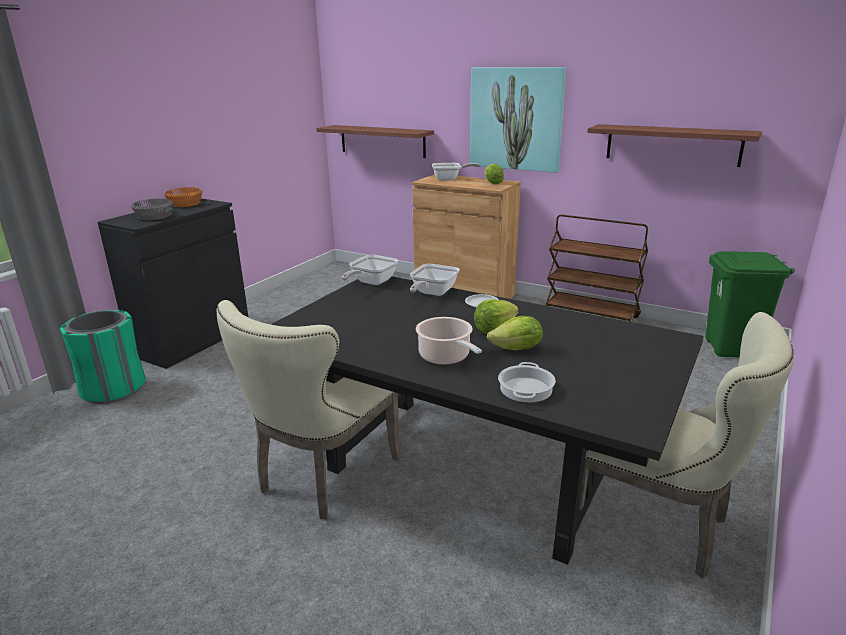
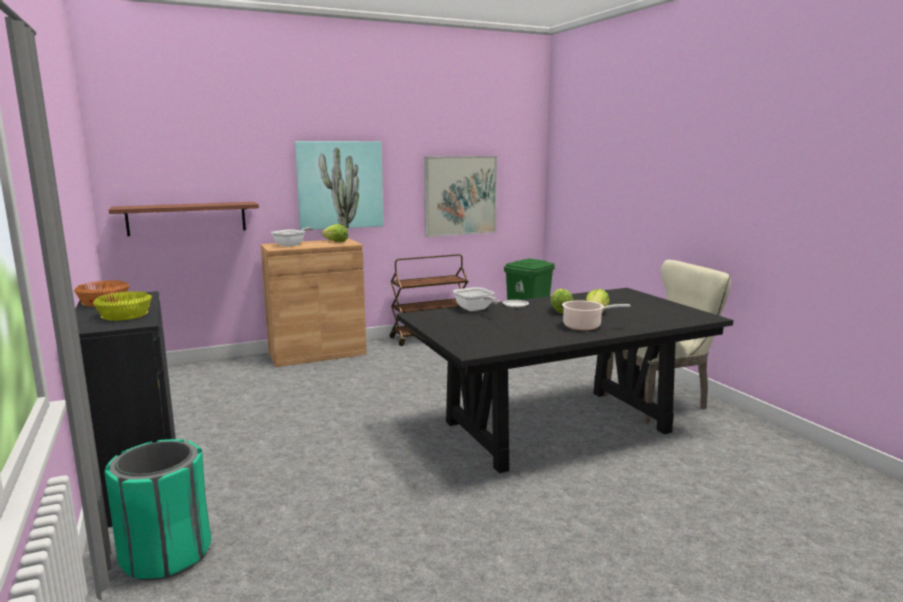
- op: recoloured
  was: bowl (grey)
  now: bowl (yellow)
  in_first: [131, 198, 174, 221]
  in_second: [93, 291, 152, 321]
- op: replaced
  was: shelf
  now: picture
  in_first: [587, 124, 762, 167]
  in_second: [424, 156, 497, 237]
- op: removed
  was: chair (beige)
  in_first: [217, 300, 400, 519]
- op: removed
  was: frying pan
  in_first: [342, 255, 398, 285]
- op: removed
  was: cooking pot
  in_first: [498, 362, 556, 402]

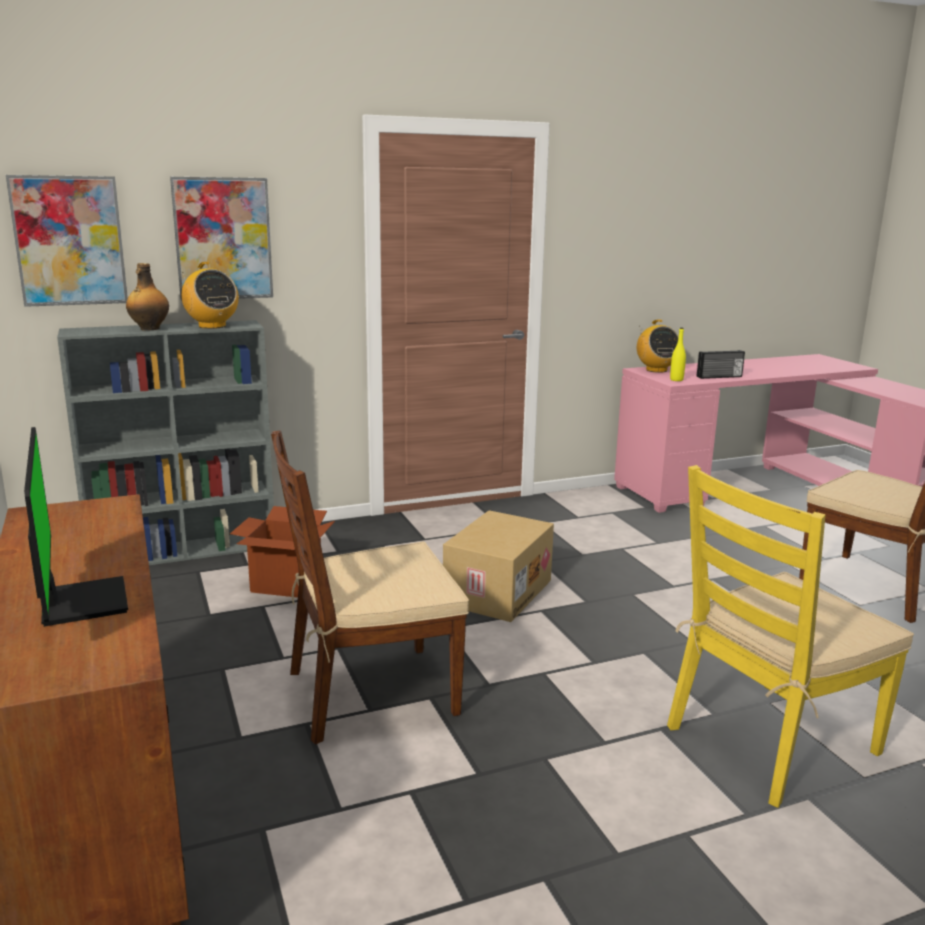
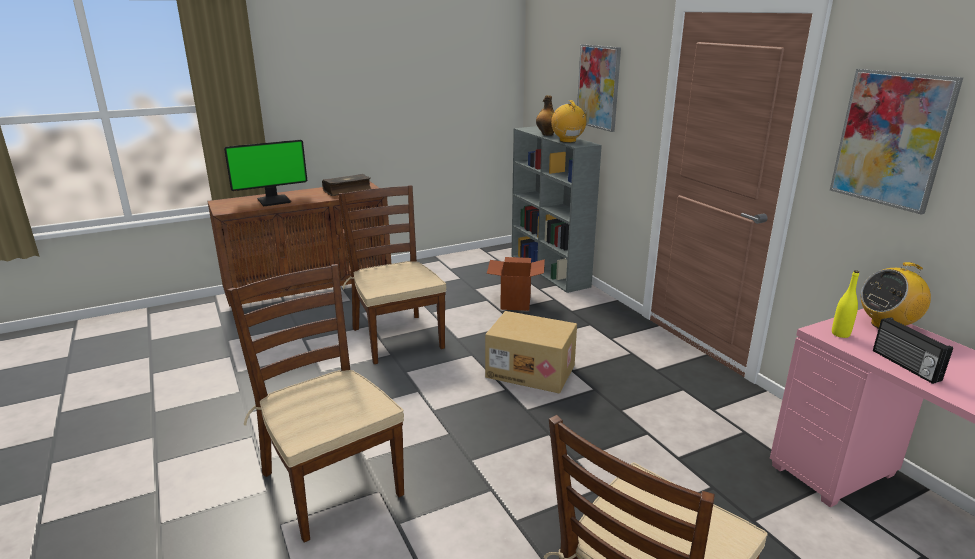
- op: recoloured
  was: chair (yellow)
  now: chair (brown)
  in_first: [667, 465, 914, 808]
  in_second: [227, 264, 404, 543]
- op: added
  now: book
  in_second: [322, 174, 371, 196]
- op: turned
  was: radio
  in_first: [181, 262, 239, 329]
  in_second: [551, 100, 586, 143]
  clockwise: 120
- op: moved
  was: picture
  in_first: [6, 175, 128, 307]
  in_second: [830, 69, 963, 215]

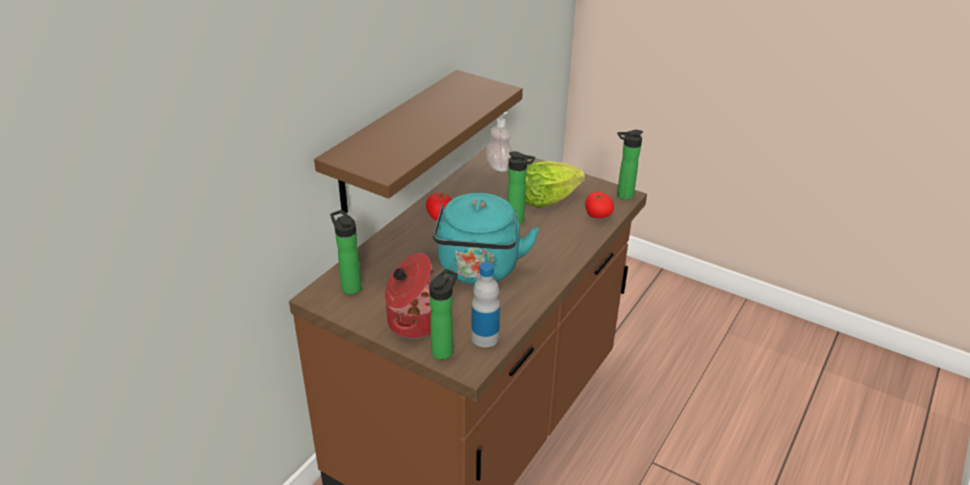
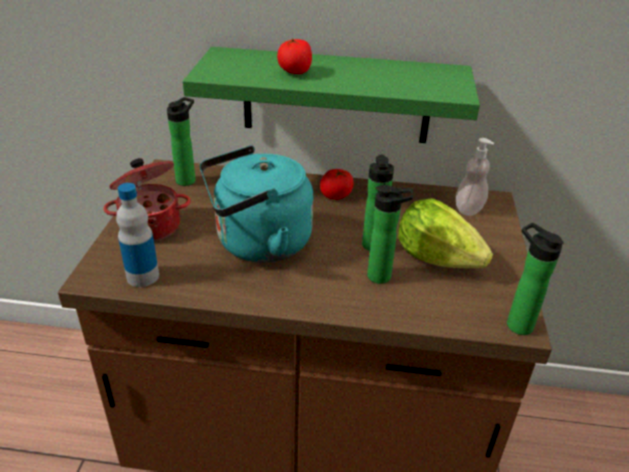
- op: recoloured
  was: shelf (brown)
  now: shelf (green)
  in_first: [314, 70, 523, 213]
  in_second: [183, 47, 480, 143]
- op: moved
  was: tomato
  in_first: [585, 192, 614, 218]
  in_second: [277, 39, 312, 74]
- op: moved
  was: bottle
  in_first: [429, 269, 458, 360]
  in_second: [367, 185, 413, 284]

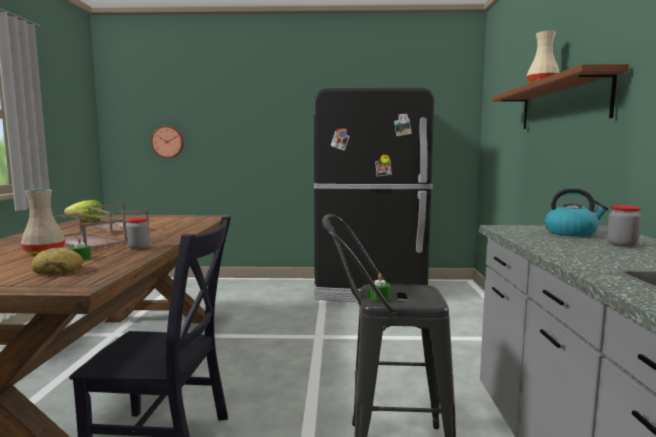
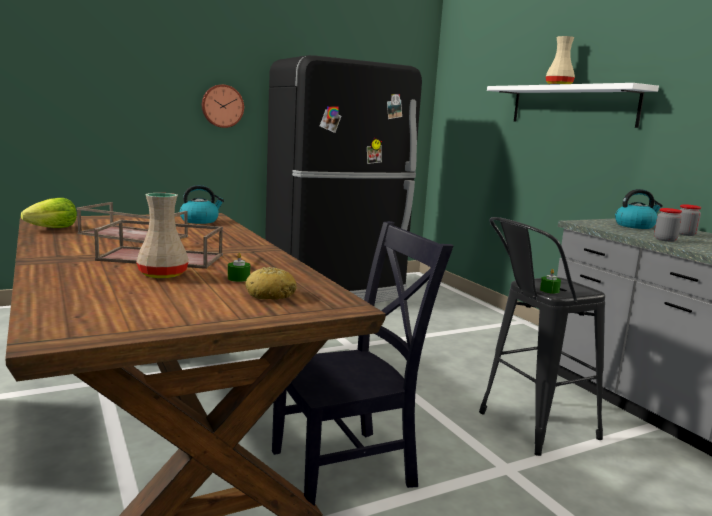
- op: added
  now: kettle
  in_second: [180, 185, 224, 224]
- op: moved
  was: wall clock
  in_first: [151, 126, 184, 158]
  in_second: [202, 85, 244, 128]
- op: recoloured
  was: shelf (brown)
  now: shelf (white)
  in_first: [492, 64, 629, 129]
  in_second: [487, 83, 659, 128]
- op: moved
  was: jar
  in_first: [127, 218, 150, 250]
  in_second: [654, 208, 682, 242]

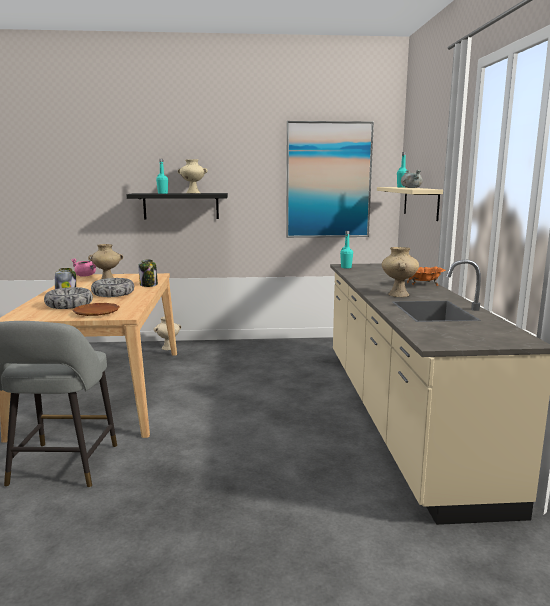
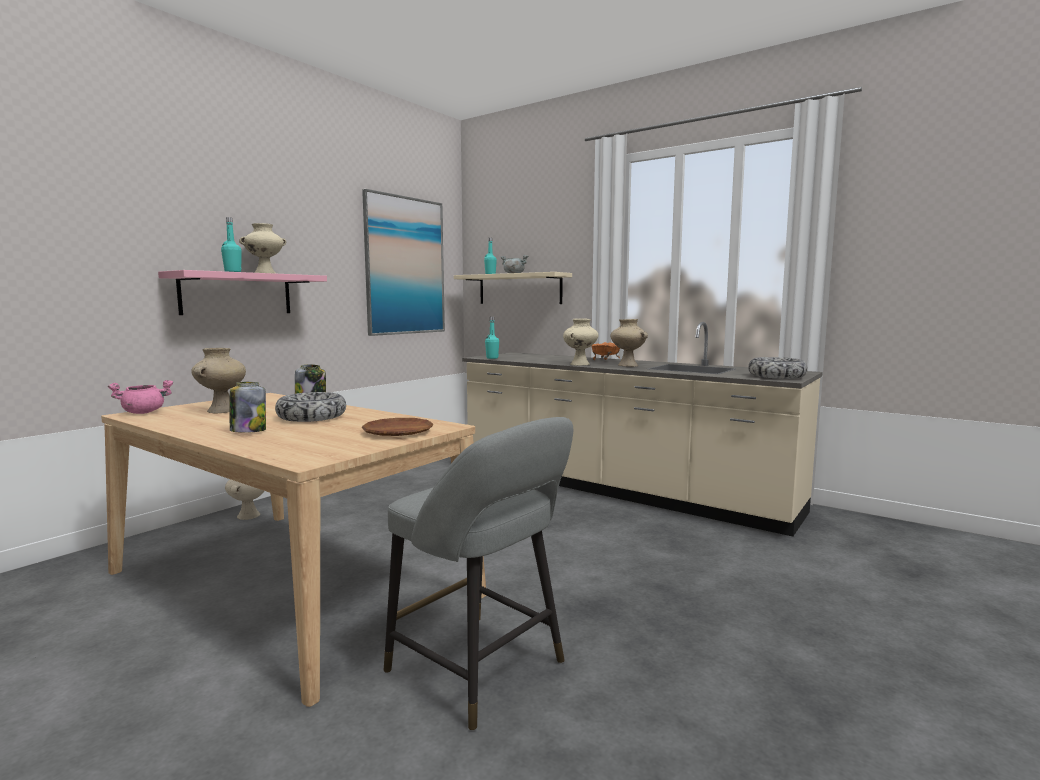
- op: recoloured
  was: shelf (black)
  now: shelf (pink)
  in_first: [127, 193, 228, 219]
  in_second: [158, 270, 327, 315]
- op: added
  now: vase (beige)
  in_second: [563, 318, 598, 366]
- op: moved
  was: bowl
  in_first: [44, 287, 93, 309]
  in_second: [748, 357, 808, 379]

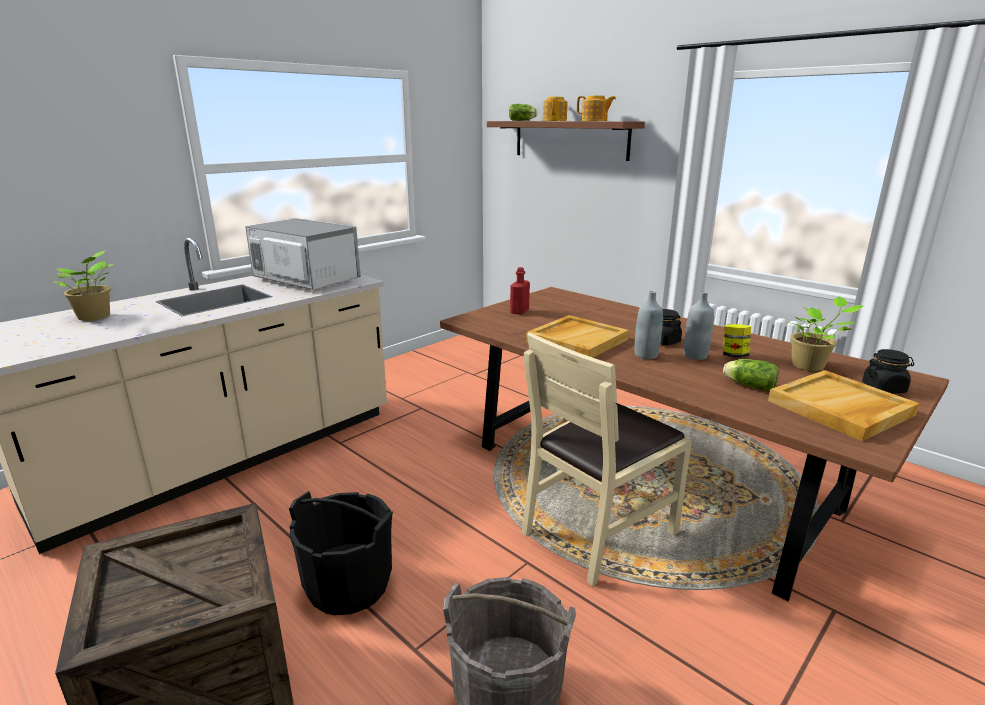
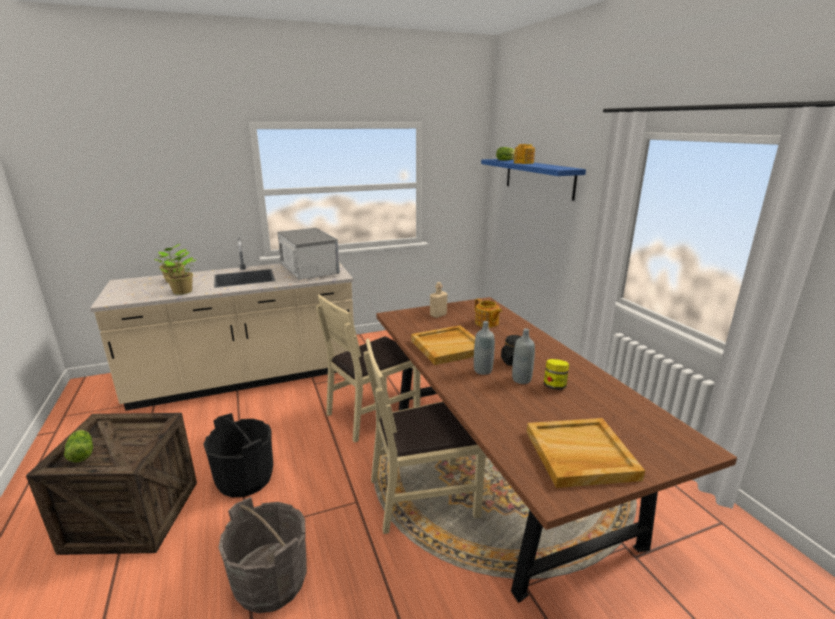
- op: moved
  was: lettuce
  in_first: [723, 359, 779, 391]
  in_second: [64, 430, 93, 463]
- op: moved
  was: potted plant
  in_first: [791, 297, 863, 371]
  in_second: [160, 252, 196, 295]
- op: added
  now: chair (beige)
  in_second: [316, 294, 420, 442]
- op: recoloured
  was: bottle (red)
  now: bottle (beige)
  in_first: [510, 267, 530, 315]
  in_second: [430, 282, 447, 318]
- op: moved
  was: teapot
  in_first: [577, 96, 616, 121]
  in_second: [475, 298, 502, 328]
- op: recoloured
  was: shelf (brown)
  now: shelf (blue)
  in_first: [487, 121, 645, 161]
  in_second: [481, 159, 586, 201]
- op: removed
  was: jar (black)
  in_first: [862, 349, 914, 394]

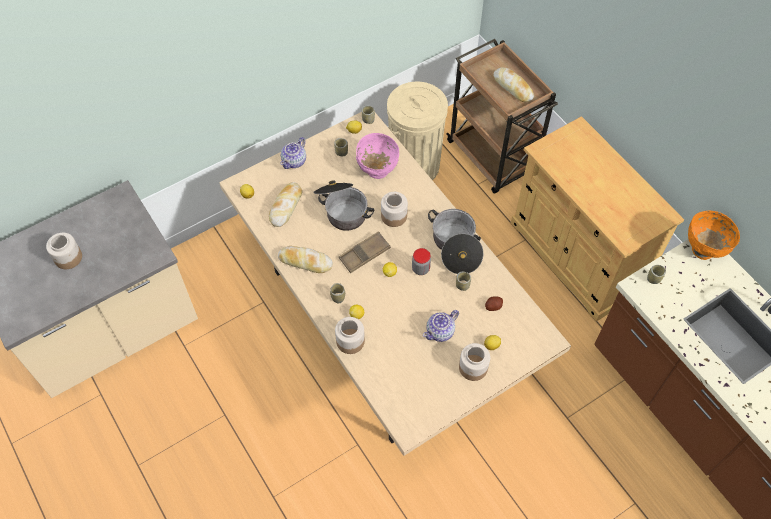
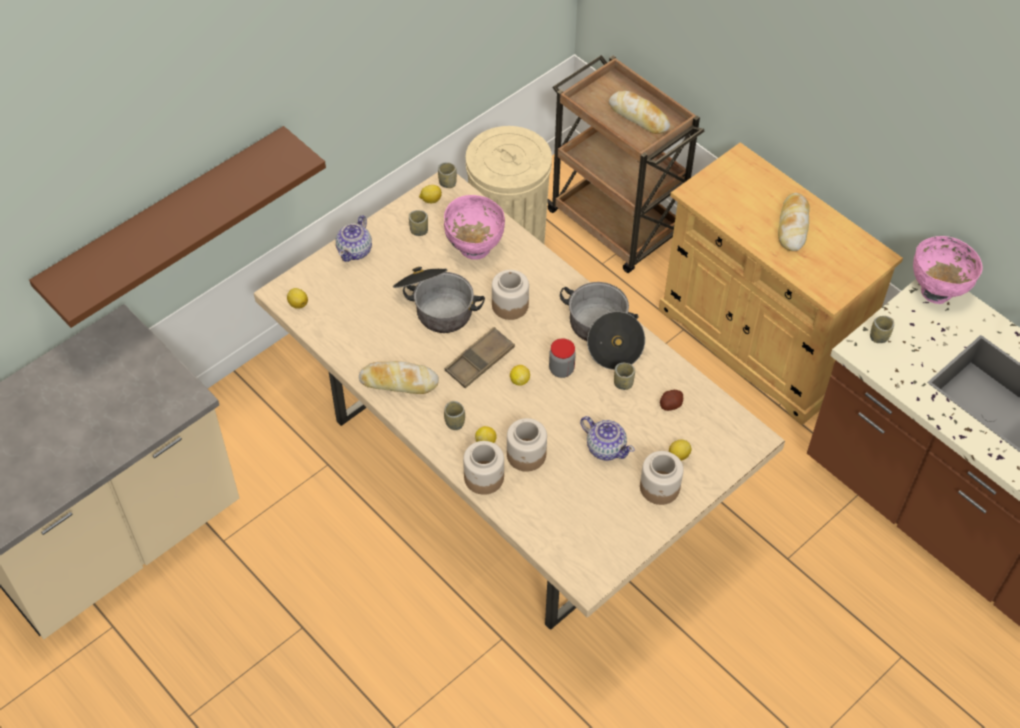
- op: added
  now: shelf (brown)
  in_second: [29, 126, 326, 328]
- op: moved
  was: jar
  in_first: [46, 233, 82, 269]
  in_second: [507, 418, 547, 472]
- op: turned
  was: teapot
  in_first: [423, 310, 459, 342]
  in_second: [580, 416, 634, 460]
  clockwise: -90
- op: moved
  was: bread
  in_first: [269, 182, 302, 227]
  in_second: [778, 193, 810, 251]
- op: recoloured
  was: bowl (orange)
  now: bowl (pink)
  in_first: [688, 211, 740, 260]
  in_second: [913, 236, 982, 304]

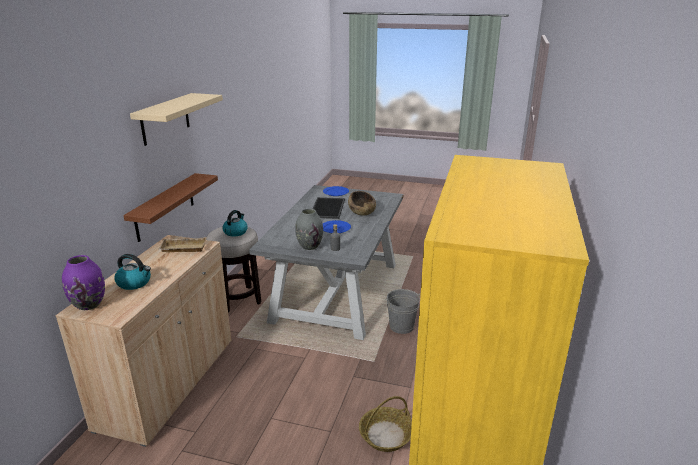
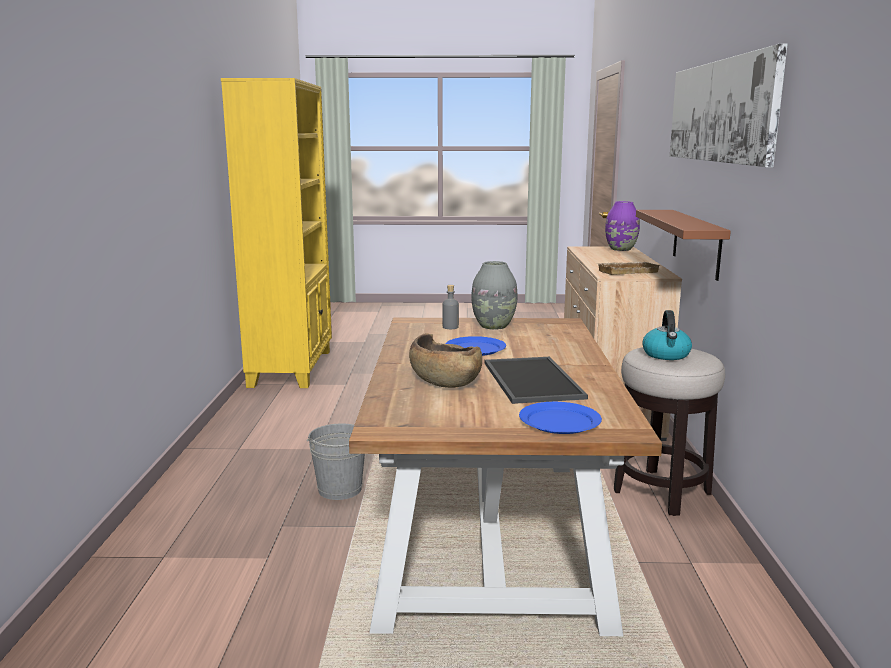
- op: recoloured
  was: dining table (grey)
  now: dining table (brown)
  in_first: [249, 185, 403, 340]
  in_second: [349, 318, 662, 636]
- op: replaced
  was: shelf (beige)
  now: picture
  in_first: [130, 93, 223, 146]
  in_second: [670, 44, 788, 167]
- op: removed
  was: kettle
  in_first: [114, 254, 151, 290]
- op: removed
  was: basket
  in_first: [359, 396, 412, 452]

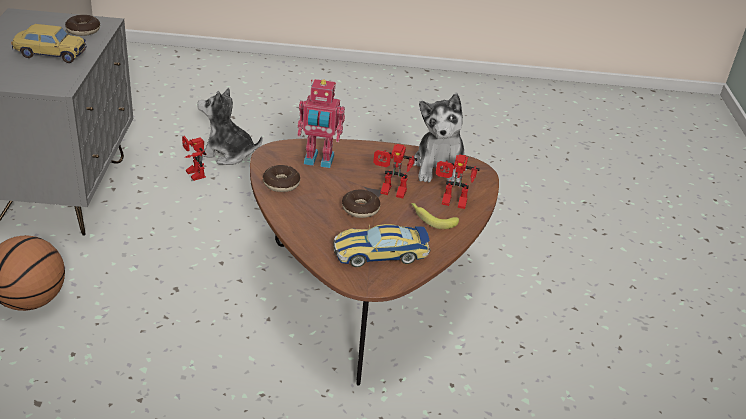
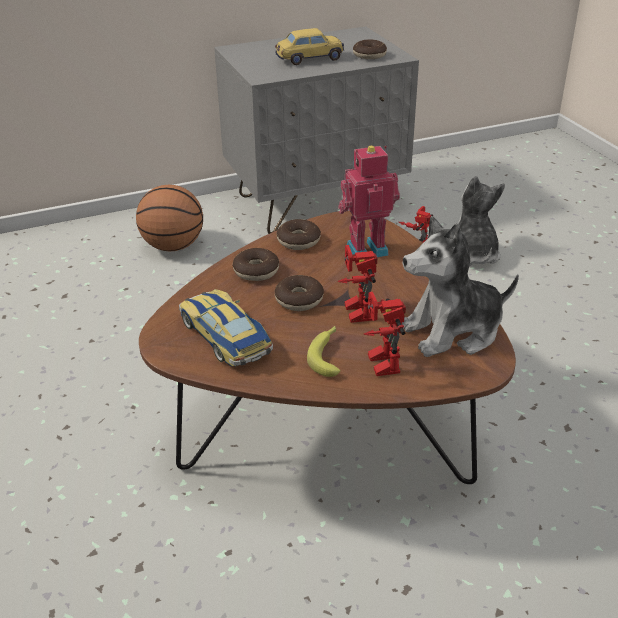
- op: added
  now: donut
  in_second: [232, 248, 279, 281]
- op: turned
  was: toy car
  in_first: [11, 24, 86, 63]
  in_second: [275, 28, 344, 65]
  clockwise: -90
- op: turned
  was: toy robot
  in_first: [298, 79, 345, 168]
  in_second: [338, 146, 400, 257]
  clockwise: 90

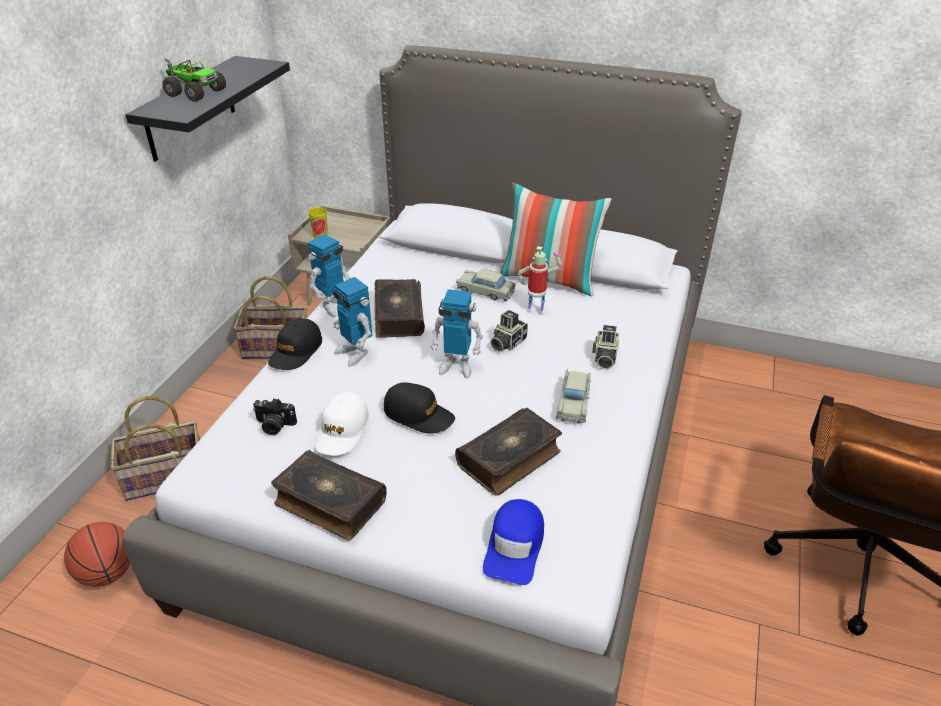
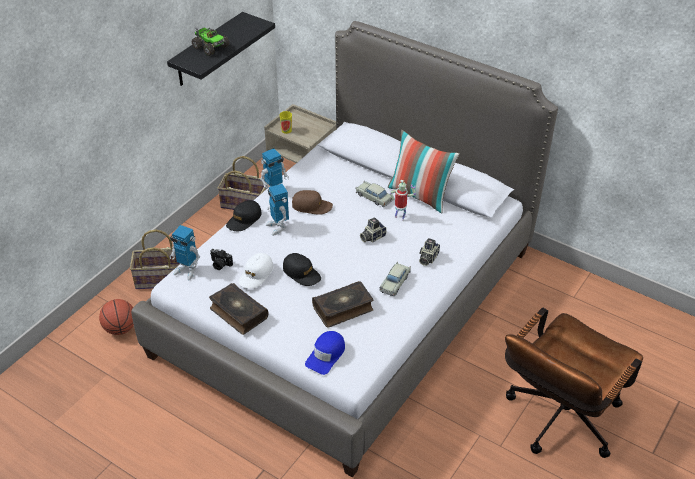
- op: moved
  was: toy robot
  in_first: [431, 289, 483, 378]
  in_second: [169, 225, 200, 280]
- op: replaced
  was: book
  now: cap (brown)
  in_first: [374, 279, 425, 338]
  in_second: [292, 190, 333, 215]

